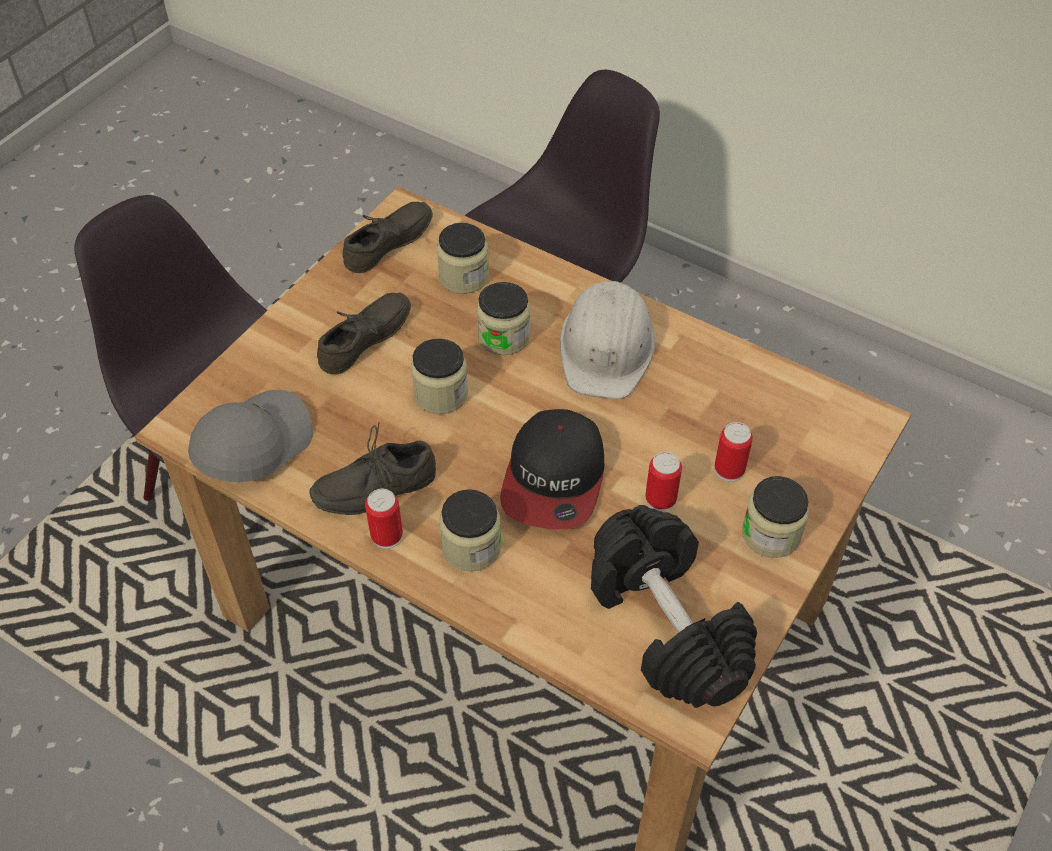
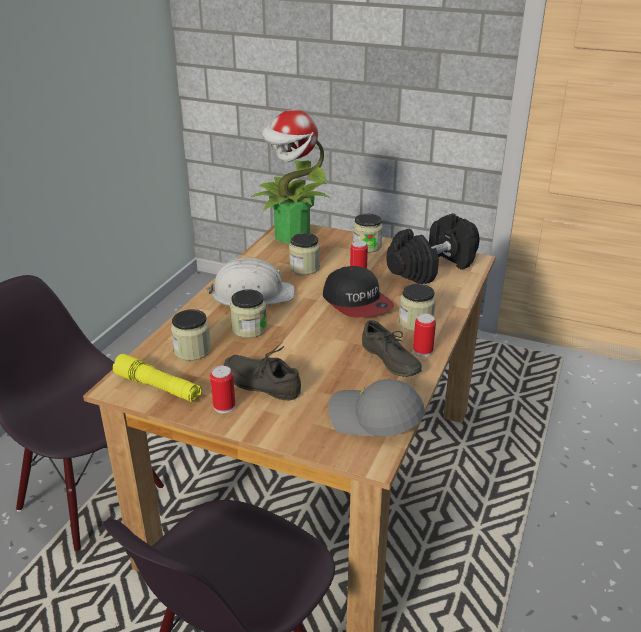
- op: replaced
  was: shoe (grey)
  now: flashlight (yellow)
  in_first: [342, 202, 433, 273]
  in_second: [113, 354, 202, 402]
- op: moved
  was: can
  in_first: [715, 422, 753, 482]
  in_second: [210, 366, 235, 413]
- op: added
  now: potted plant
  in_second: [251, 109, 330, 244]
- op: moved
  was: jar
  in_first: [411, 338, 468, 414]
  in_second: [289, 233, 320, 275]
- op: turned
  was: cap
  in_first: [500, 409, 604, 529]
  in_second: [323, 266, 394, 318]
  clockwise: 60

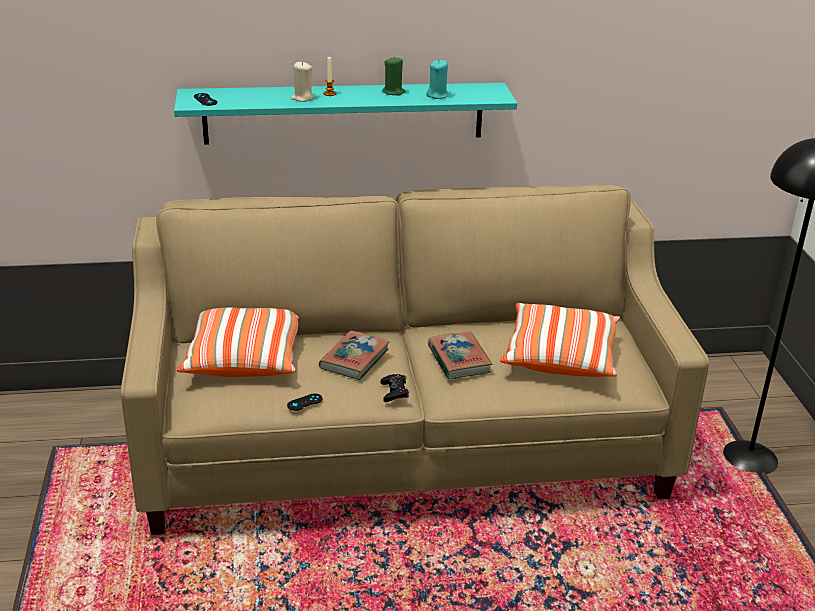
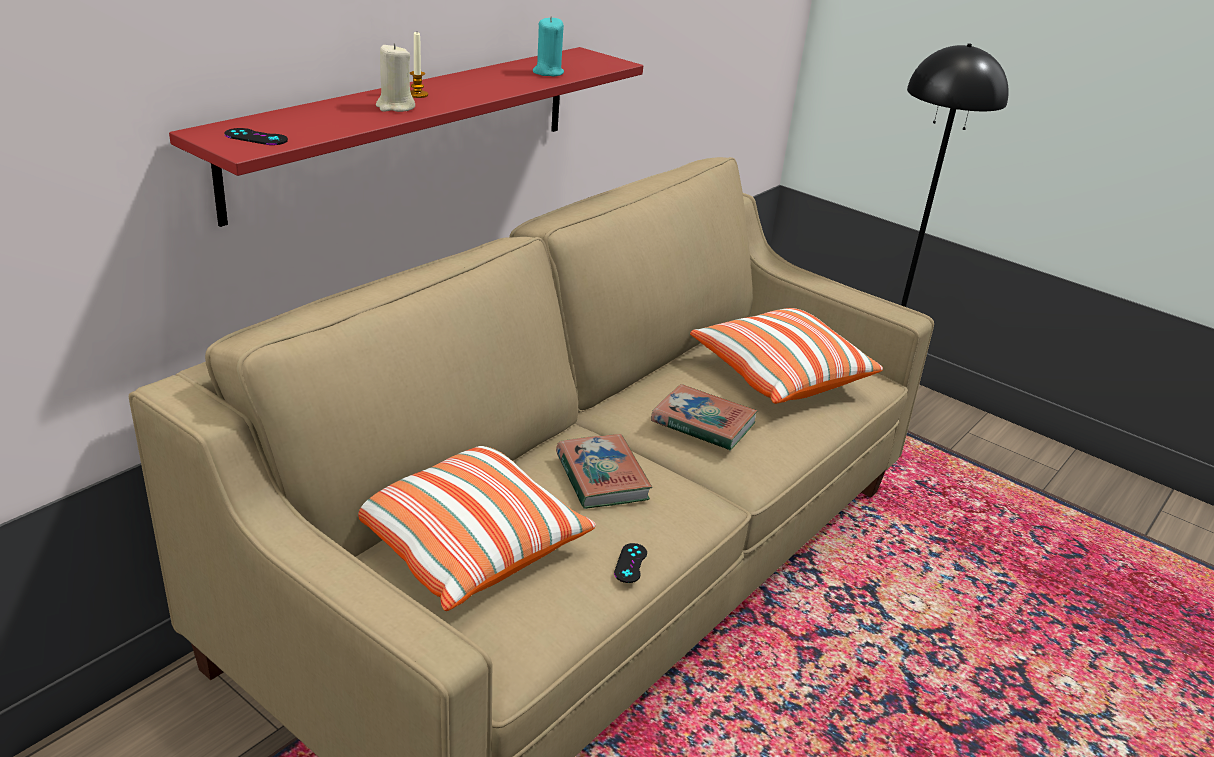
- op: recoloured
  was: shelf (turquoise)
  now: shelf (red)
  in_first: [174, 83, 517, 145]
  in_second: [169, 47, 643, 227]
- op: removed
  was: game controller (black)
  in_first: [381, 374, 409, 402]
- op: removed
  was: candle (green)
  in_first: [382, 56, 406, 96]

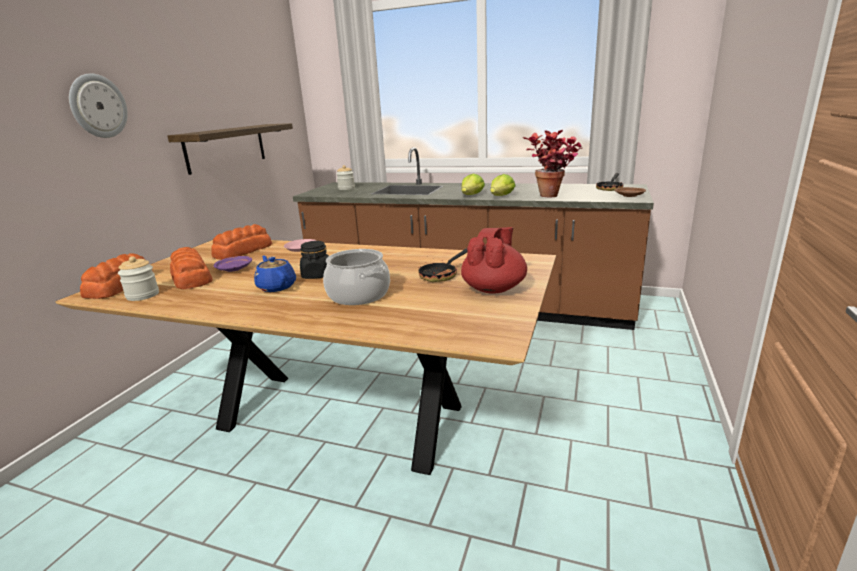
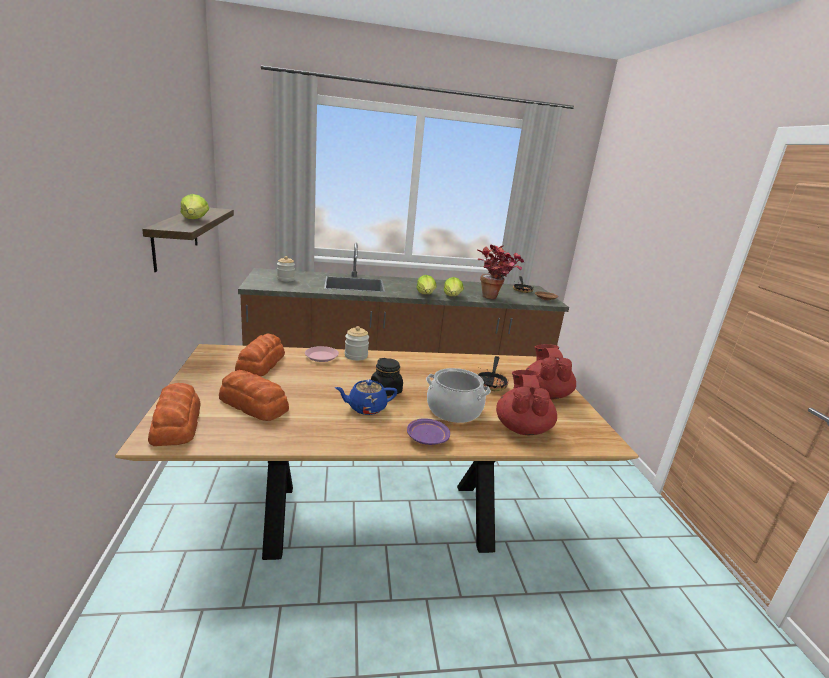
- op: added
  now: lettuce
  in_second: [181, 194, 209, 219]
- op: turned
  was: teapot (blue)
  in_first: [254, 256, 296, 292]
  in_second: [335, 380, 397, 415]
  clockwise: -45
- op: moved
  was: jar
  in_first: [118, 256, 159, 301]
  in_second: [345, 326, 369, 360]
- op: moved
  was: plate (purple)
  in_first: [214, 256, 252, 272]
  in_second: [407, 418, 450, 445]
- op: added
  now: teapot (red)
  in_second: [496, 370, 557, 435]
- op: removed
  was: wall clock
  in_first: [69, 74, 128, 138]

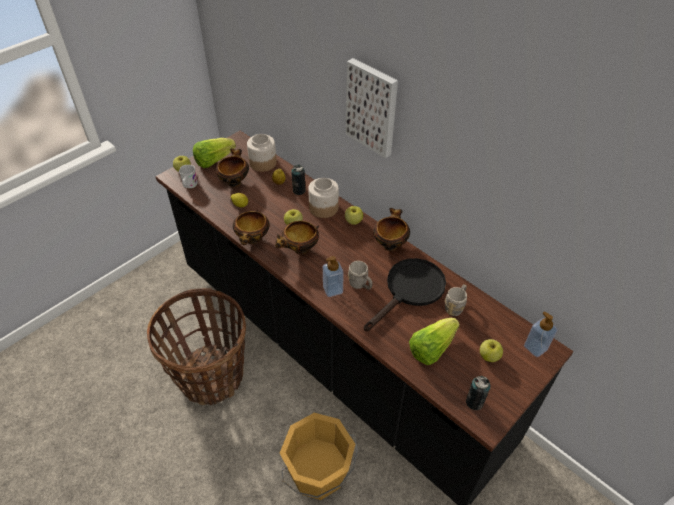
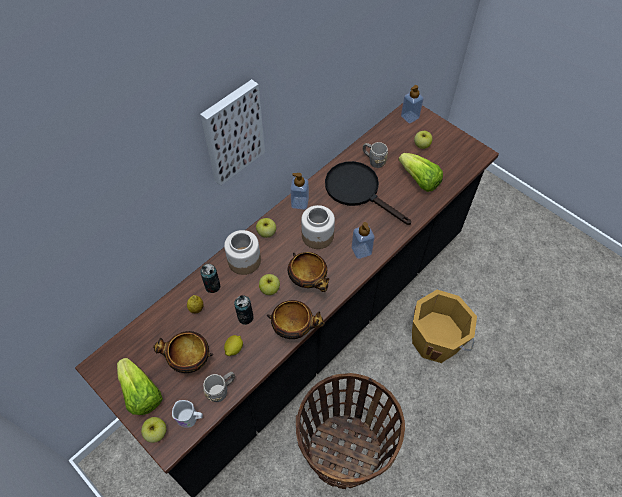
- op: moved
  was: mug (grey)
  in_first: [348, 261, 373, 290]
  in_second: [203, 372, 235, 402]
- op: moved
  was: can
  in_first: [466, 376, 490, 410]
  in_second: [234, 295, 254, 325]
- op: replaced
  was: bowl
  now: soap dispenser
  in_first: [374, 208, 410, 251]
  in_second: [290, 173, 309, 210]
- op: moved
  was: jar
  in_first: [247, 134, 277, 172]
  in_second: [301, 205, 335, 249]

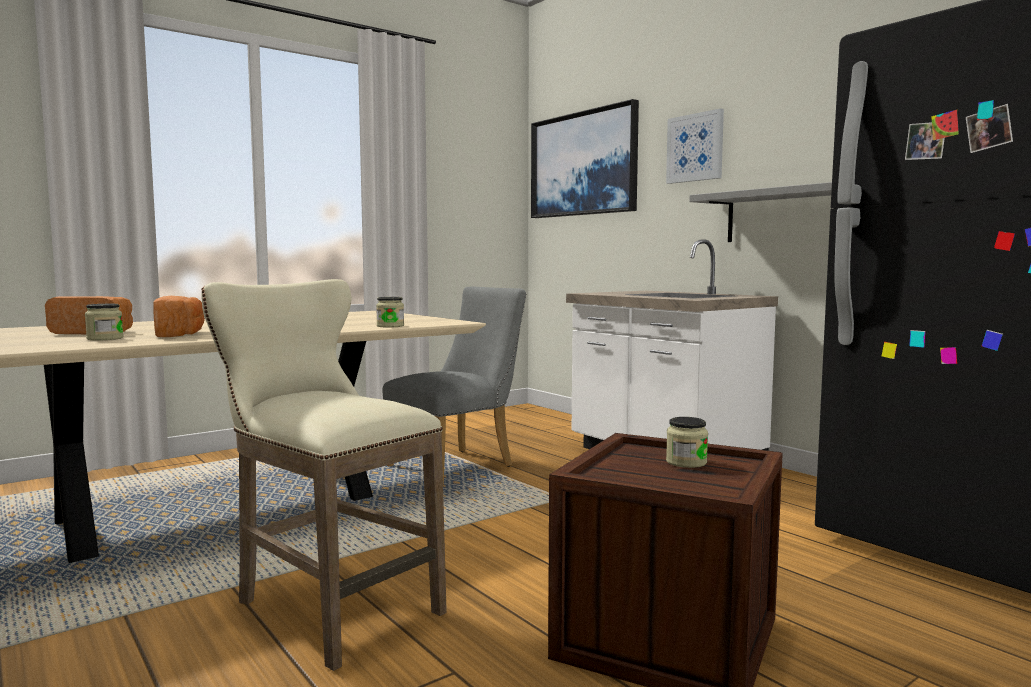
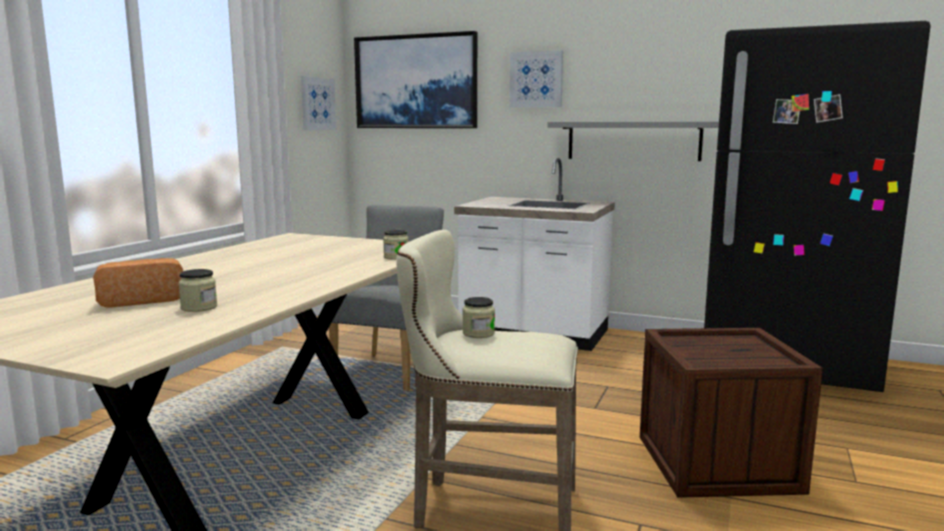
- op: added
  now: picture
  in_second: [301, 76, 336, 130]
- op: moved
  was: jar
  in_first: [666, 417, 708, 468]
  in_second: [463, 297, 495, 338]
- op: removed
  was: bread
  in_first: [153, 296, 205, 337]

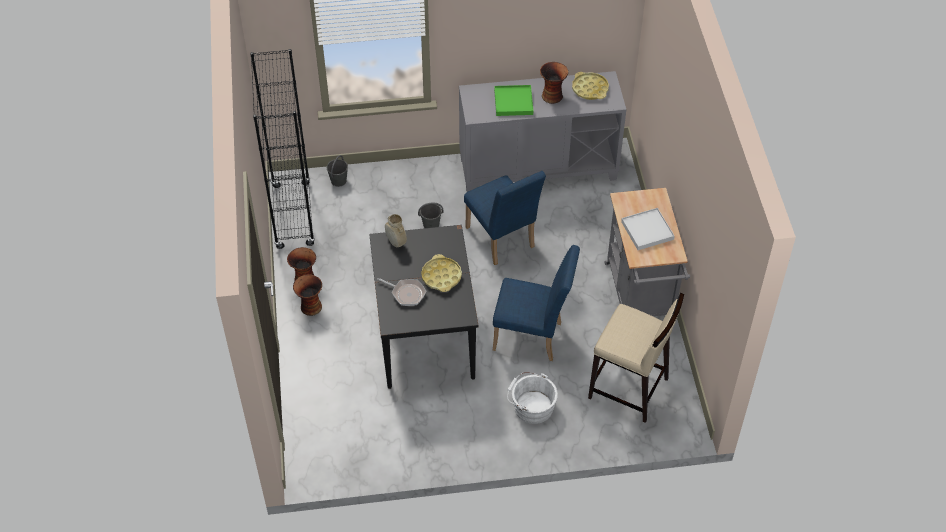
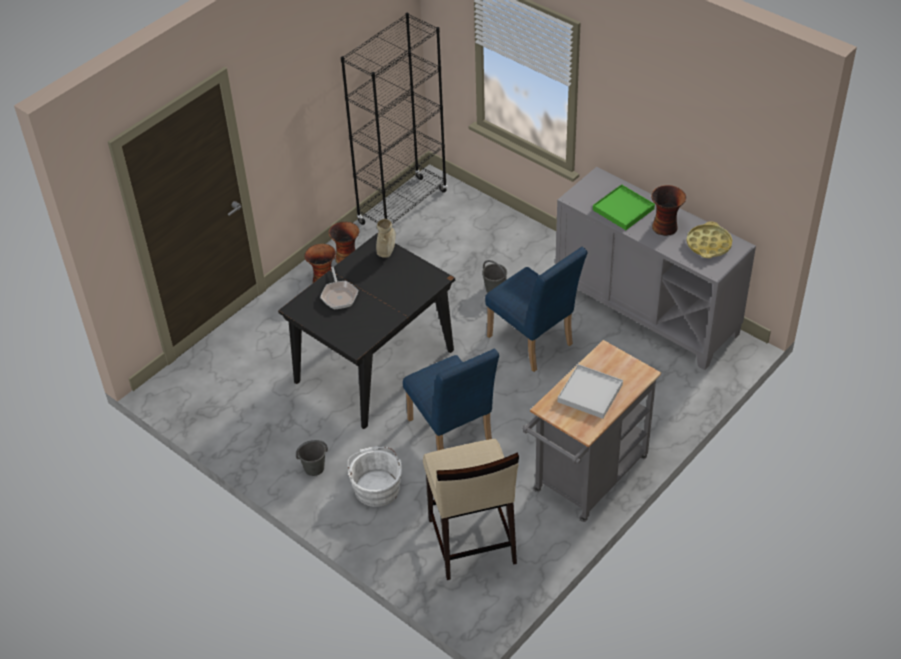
- op: moved
  was: bucket (grey)
  in_first: [327, 155, 348, 187]
  in_second: [296, 440, 328, 476]
- op: turned
  was: chair (blue)
  in_first: [464, 171, 546, 265]
  in_second: [485, 247, 587, 372]
  clockwise: -60
- op: removed
  was: tray (yellow)
  in_first: [421, 254, 462, 292]

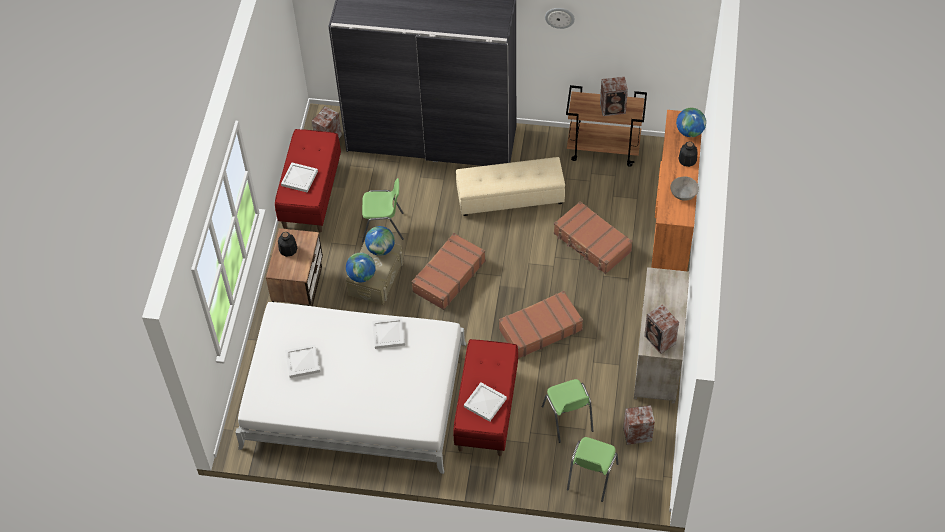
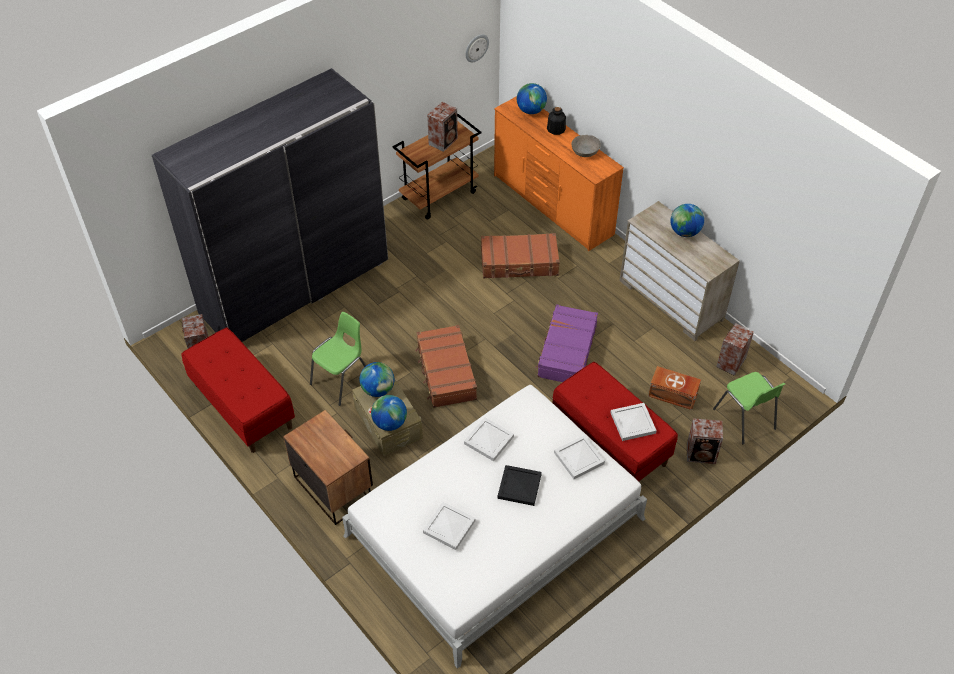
- op: moved
  was: wall clock
  in_first: [545, 8, 575, 29]
  in_second: [465, 34, 489, 62]
- op: added
  now: tray (black)
  in_second: [497, 465, 542, 506]
- op: recoloured
  was: suitcase (brown)
  now: suitcase (purple)
  in_first: [499, 291, 583, 359]
  in_second: [536, 304, 598, 382]
- op: moved
  was: tray (white)
  in_first: [281, 162, 318, 193]
  in_second: [554, 435, 605, 479]
- op: replaced
  was: chair (green)
  now: storage box (brown)
  in_first: [542, 379, 593, 443]
  in_second: [648, 366, 701, 410]
- op: added
  now: globe
  in_second: [670, 204, 704, 237]
- op: moved
  was: speaker
  in_first: [644, 304, 679, 354]
  in_second: [687, 418, 723, 464]
- op: removed
  was: bottle
  in_first: [278, 232, 297, 257]
- op: removed
  was: ottoman (beige)
  in_first: [456, 157, 565, 216]

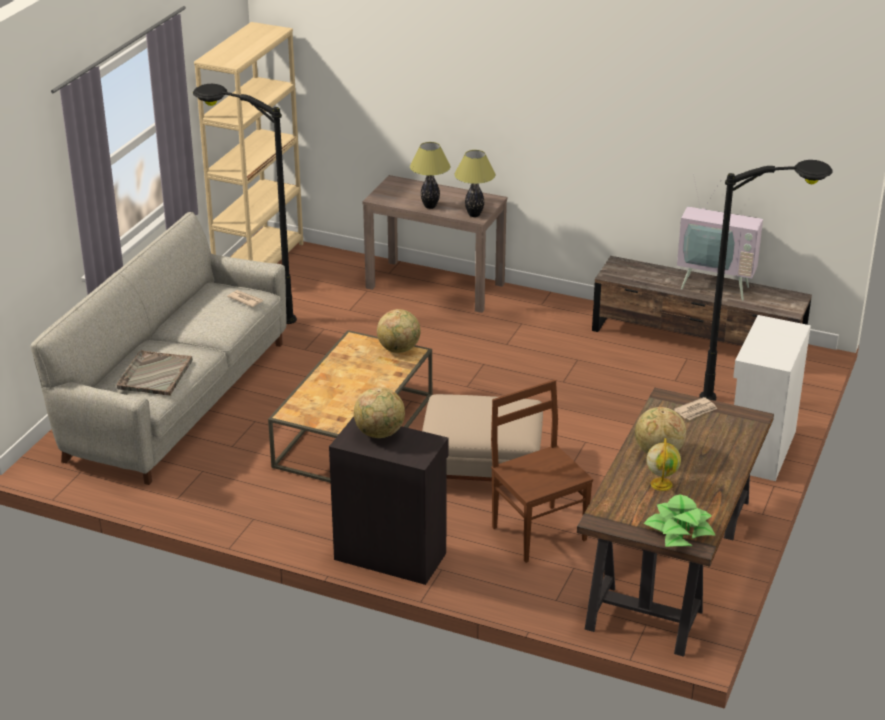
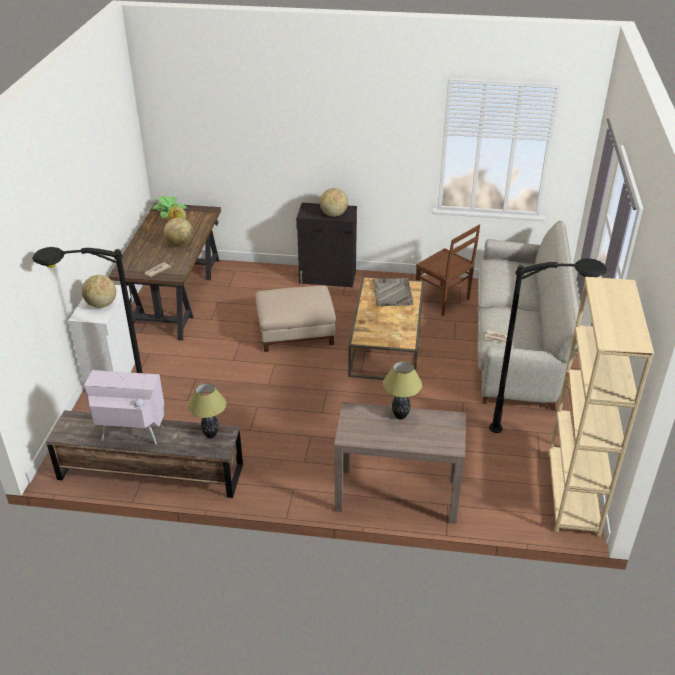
- op: moved
  was: globe
  in_first: [377, 309, 421, 353]
  in_second: [82, 275, 116, 308]
- op: moved
  was: table lamp
  in_first: [454, 150, 496, 217]
  in_second: [188, 383, 226, 438]
- op: moved
  was: tray (grey)
  in_first: [116, 350, 193, 396]
  in_second: [373, 278, 414, 306]
- op: moved
  was: chair (brown)
  in_first: [491, 380, 593, 563]
  in_second: [416, 225, 480, 316]

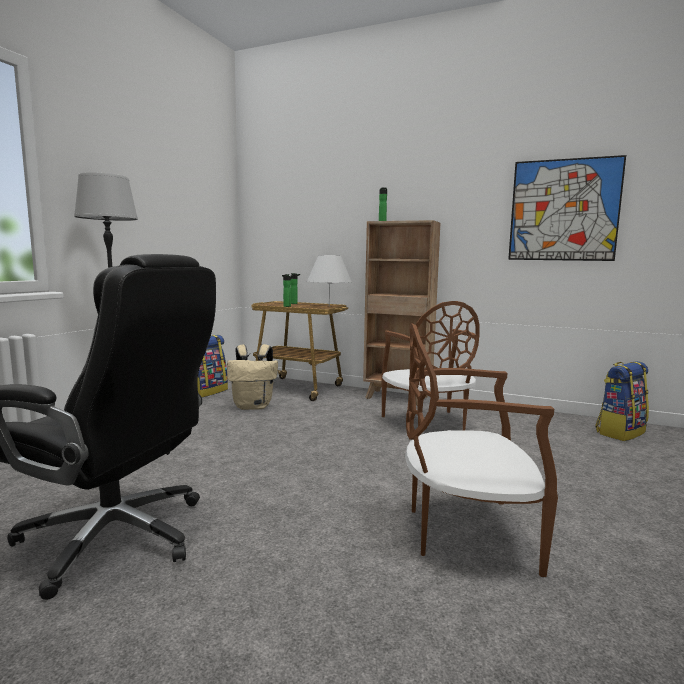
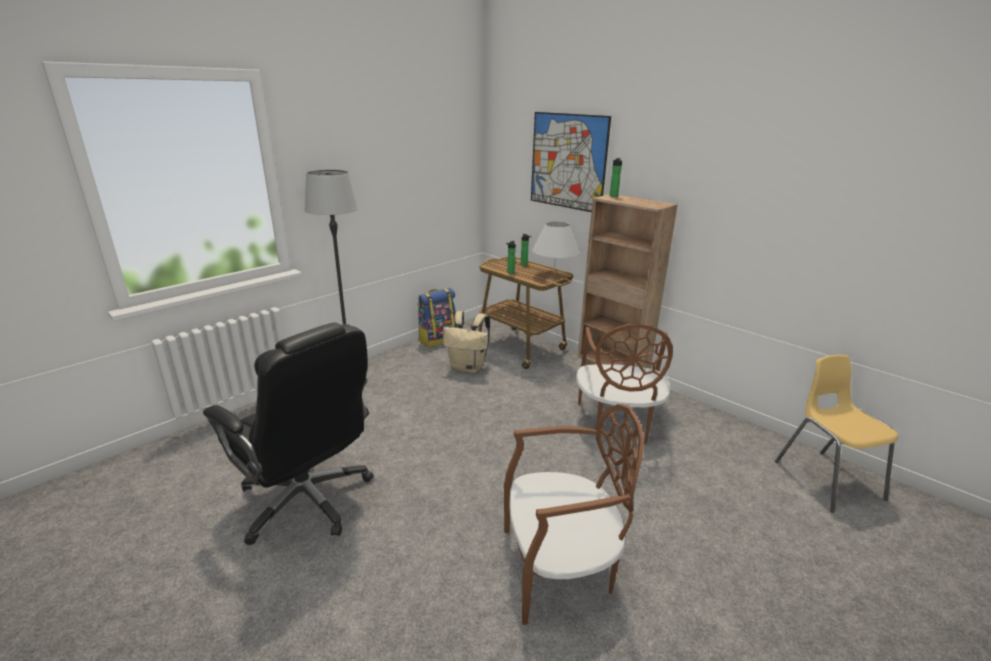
- op: turned
  was: chair (brown)
  in_first: [405, 323, 558, 577]
  in_second: [504, 404, 644, 625]
  clockwise: 150
- op: moved
  was: picture
  in_first: [508, 155, 626, 261]
  in_second: [531, 112, 611, 212]
- op: replaced
  was: backpack
  now: chair (yellow)
  in_first: [596, 361, 649, 441]
  in_second: [775, 355, 898, 513]

